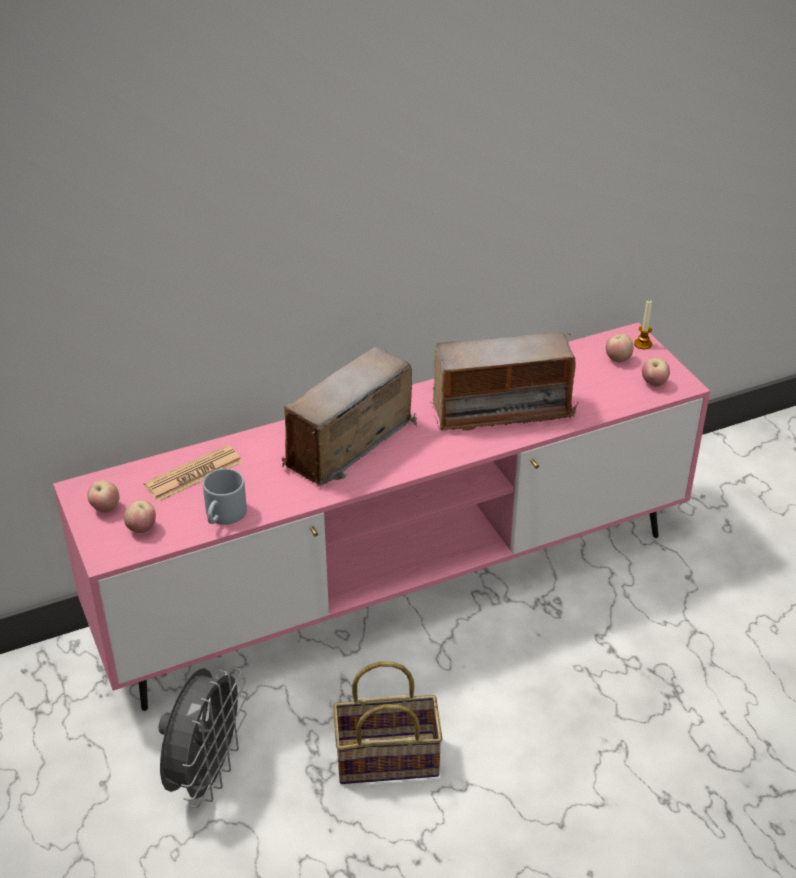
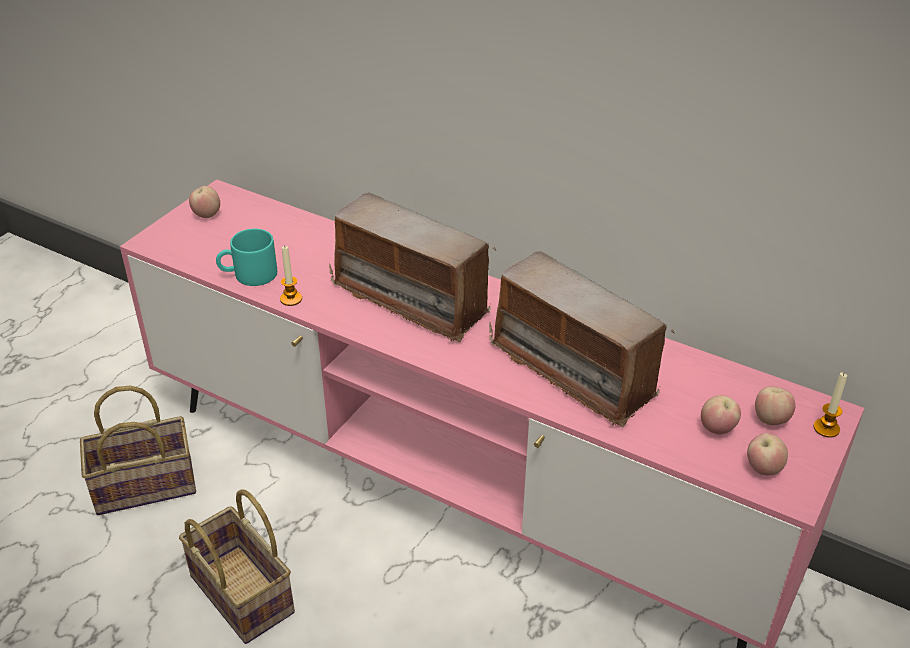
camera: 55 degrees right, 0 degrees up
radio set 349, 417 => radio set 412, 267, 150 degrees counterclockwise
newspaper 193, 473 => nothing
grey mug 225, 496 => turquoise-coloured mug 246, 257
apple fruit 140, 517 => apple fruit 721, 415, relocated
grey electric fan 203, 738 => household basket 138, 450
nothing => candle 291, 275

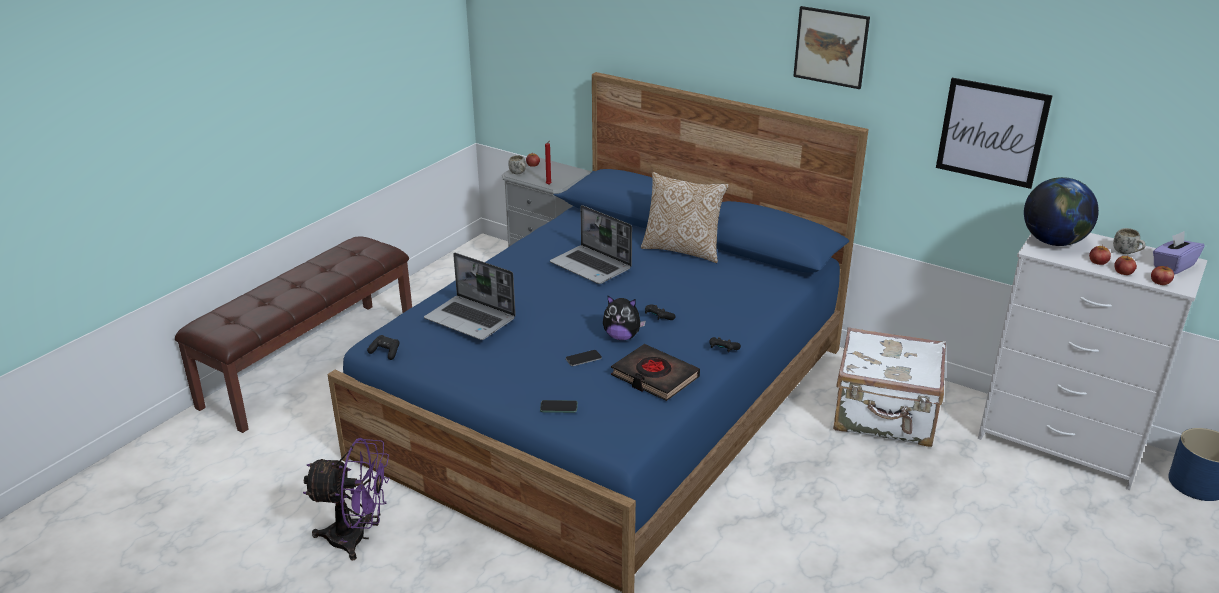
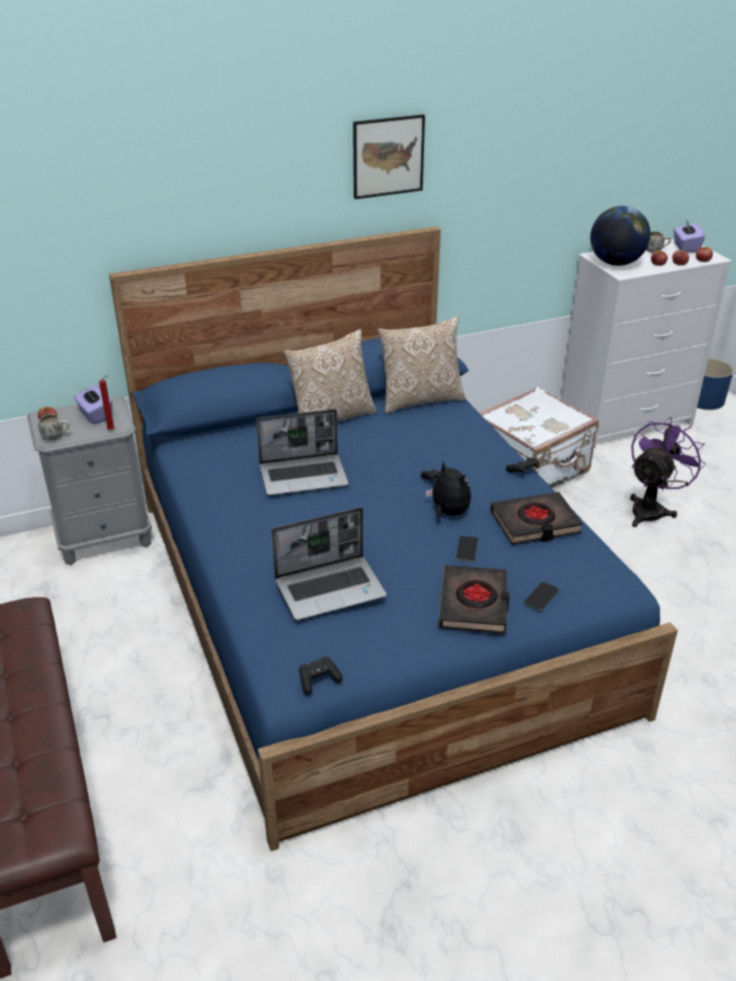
camera: 55 degrees left, 5 degrees up
picture 994, 133 => nothing
soft toy 624, 318 => soft toy 448, 489, 90 degrees counterclockwise
purple electric fan 346, 499 => purple electric fan 668, 472, relocated
nothing => cushion 422, 365
nothing => purple box of tissues 93, 404
nothing => black bound book 473, 599

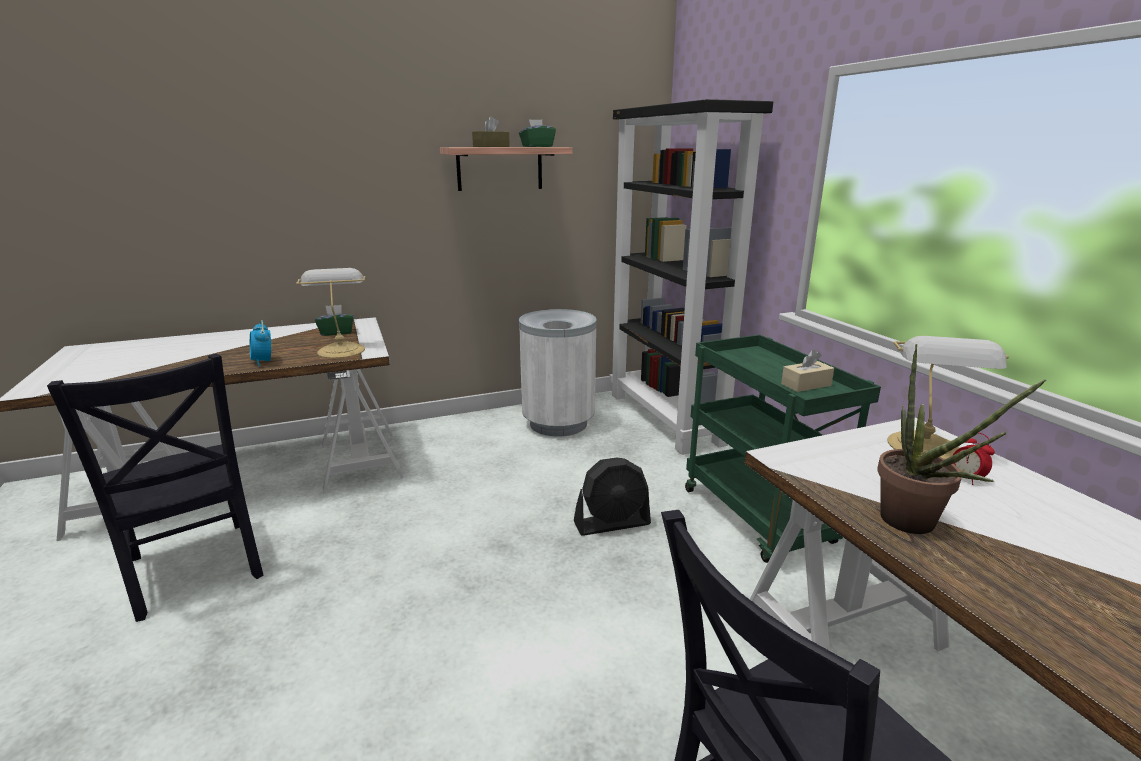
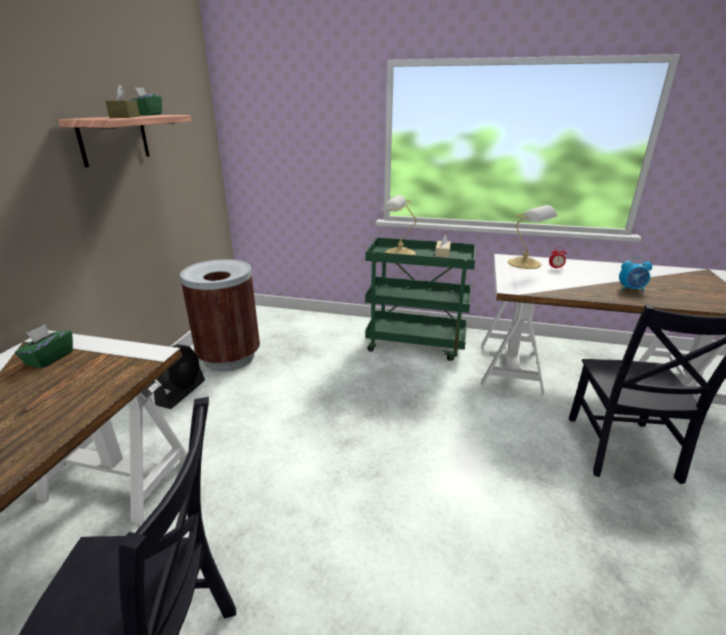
camera: 55 degrees left, 5 degrees up
black bookshelf 691, 277 => nothing
lamp for a table 331, 313 => lamp for a table 398, 225, relocated
white-coloured rubbish bin 558, 373 => brownish rubbish bin 220, 315
table clock 260, 343 => table clock 635, 273, relocated
potted plant 961, 439 => nothing
black electric fan 612, 497 => black electric fan 179, 376, relocated

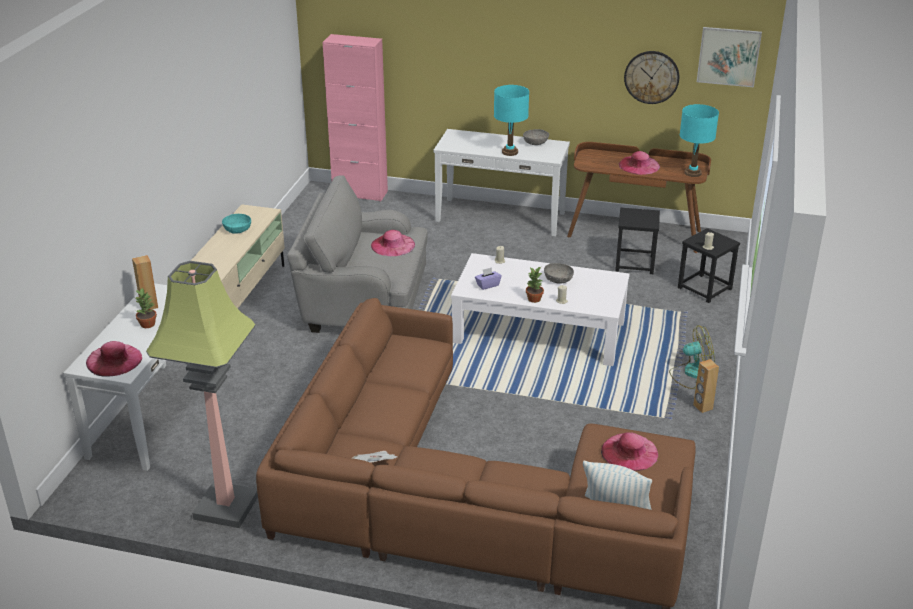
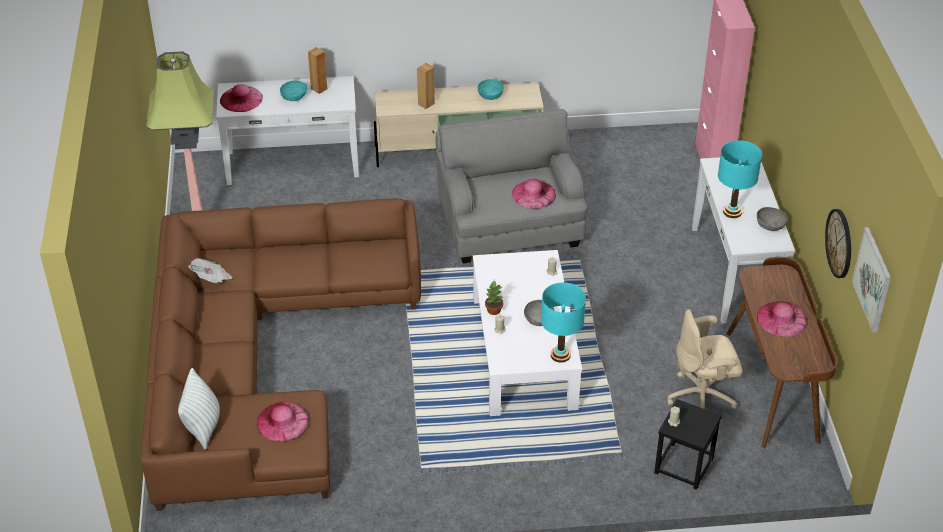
camera: 70 degrees right, 10 degrees up
turquoise-coloured lamp for a table 699, 140 => turquoise-coloured lamp for a table 563, 323, relocated
black sitting stool 637, 241 => beige-coloured office chair 705, 359
purple box of tissues 488, 278 => nothing
potted plant 146, 308 => turquoise-coloured bowl 294, 90
electric fan 692, 357 => nothing
brownish speaker 706, 386 => brownish speaker 426, 86, relocated

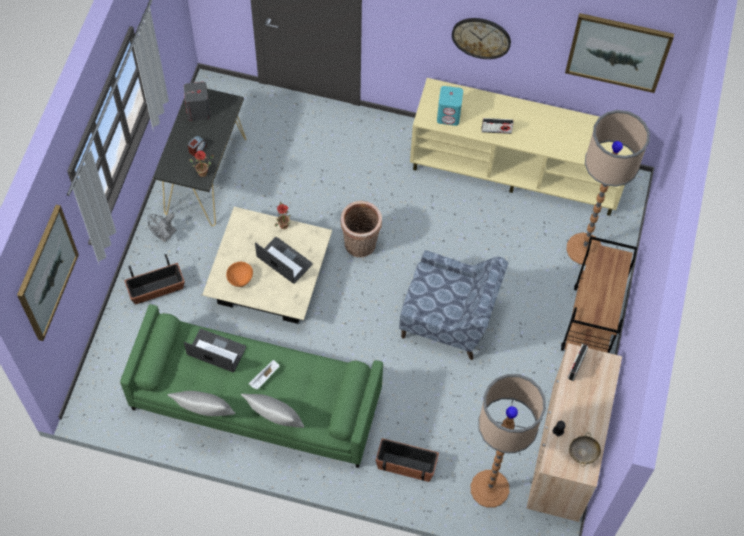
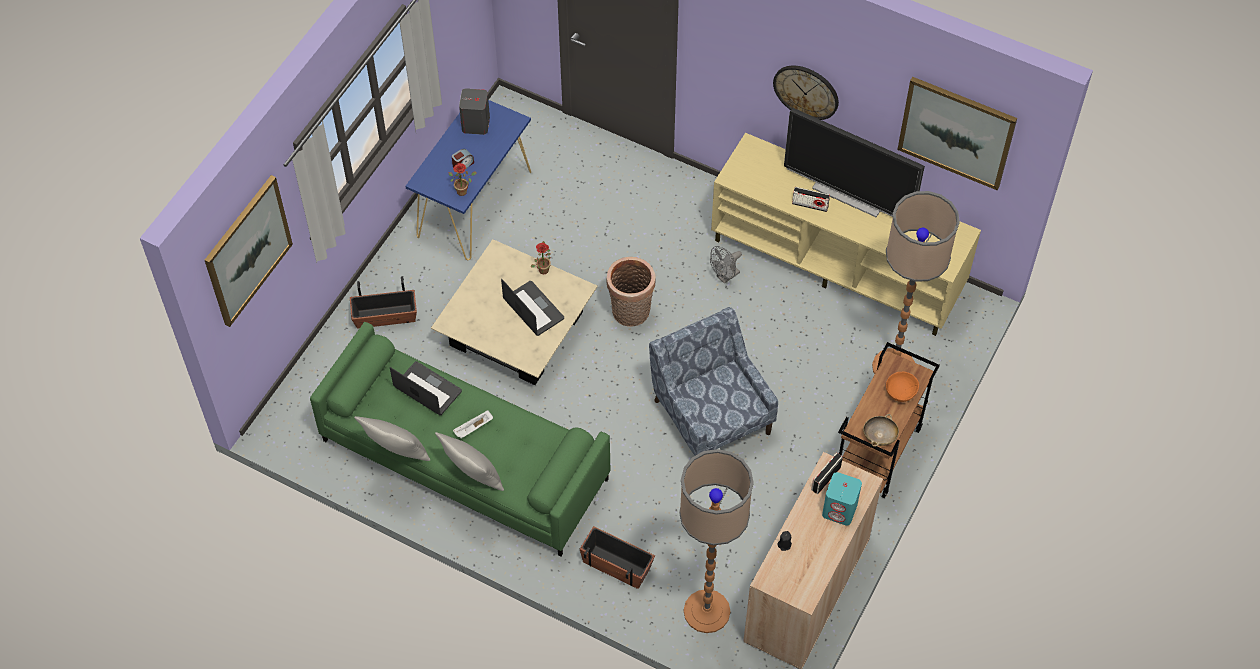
camera: 15 degrees right, 5 degrees down
turquoise-coloured speaker 450, 106 => turquoise-coloured speaker 842, 499, relocated
black narrow table 199, 158 => bluish narrow table 468, 180
grey electric fan 162, 227 => grey electric fan 726, 265, relocated
bluish lounge chair 453, 305 => bluish lounge chair 713, 381, 150 degrees counterclockwise
orangey bowl 239, 274 => orangey bowl 902, 387, relocated
beige-coloured bowl 585, 449 => beige-coloured bowl 881, 430, relocated
nothing => TV 854, 162

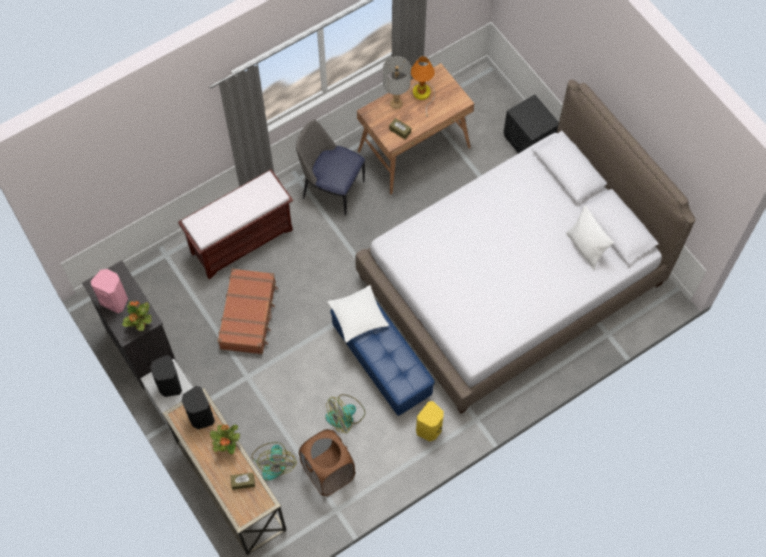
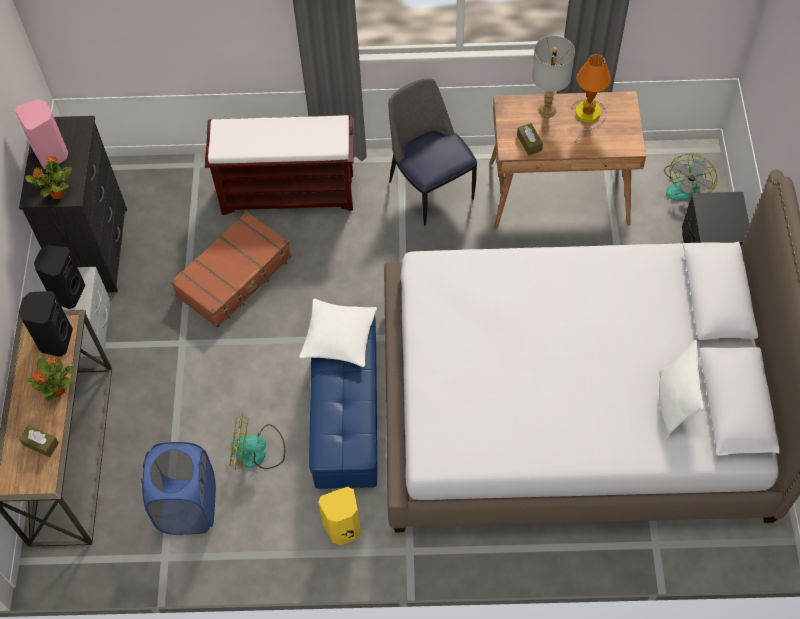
camera: 35 degrees right, 5 degrees down
brownish hamper 327, 462 => bluish hamper 178, 488
electric fan 274, 461 => electric fan 690, 177, relocated

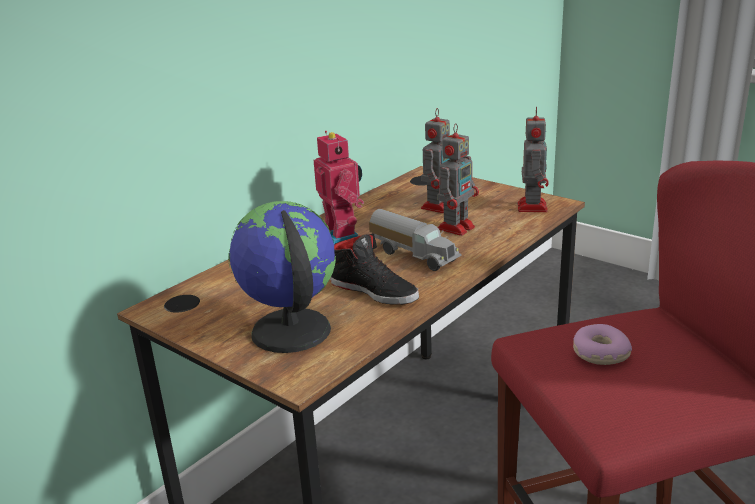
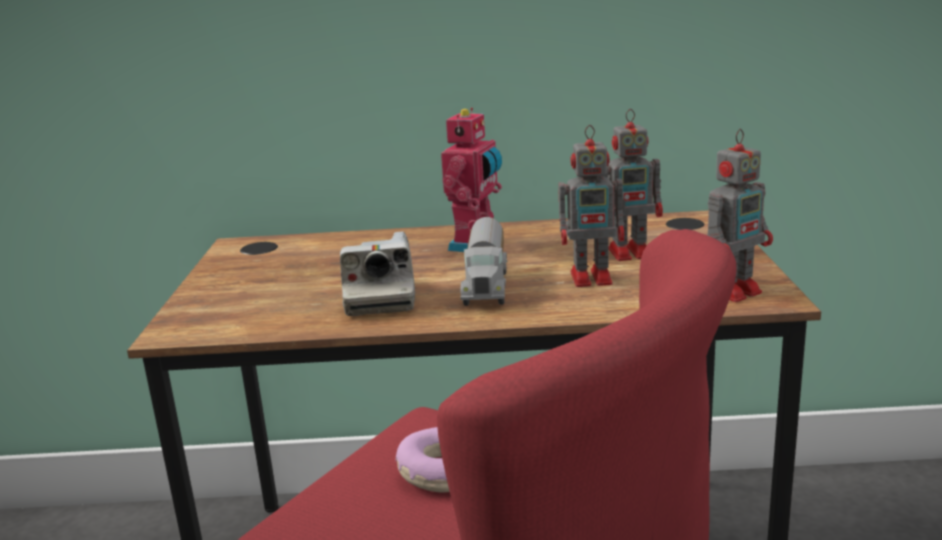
camera: 50 degrees right, 5 degrees down
world globe 282, 277 => nothing
black shoe 374, 269 => photo camera 377, 273

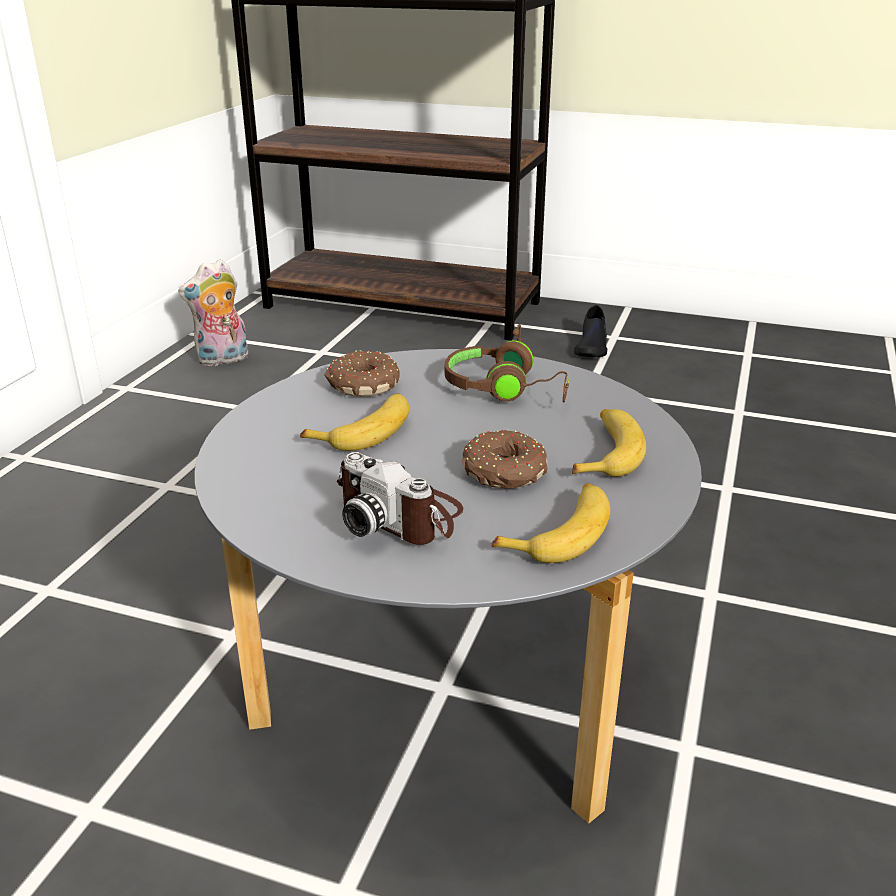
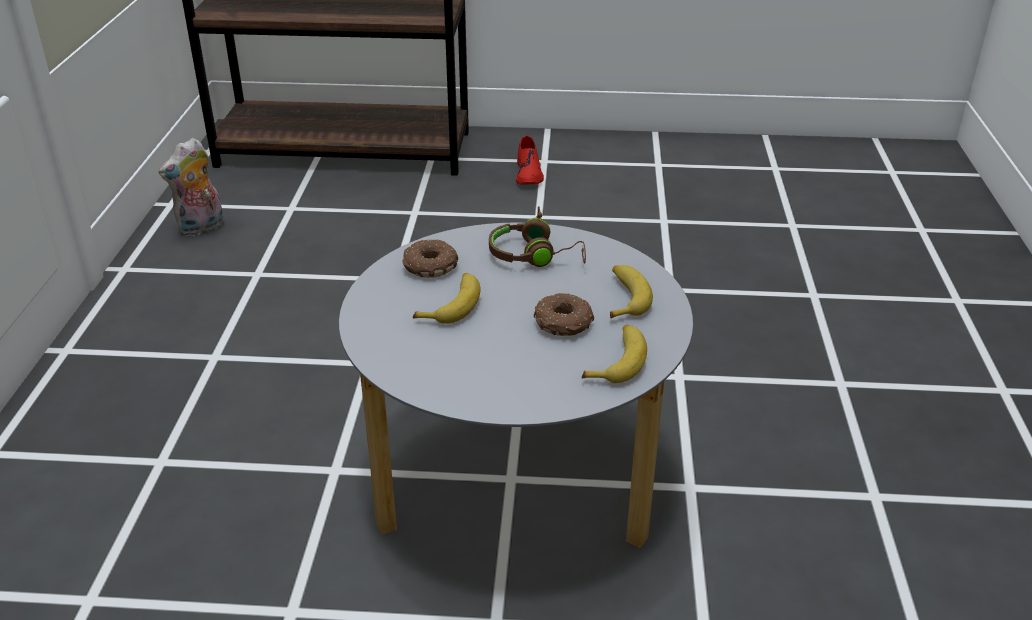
camera: 15 degrees left, 5 degrees up
black shoe 590, 331 => red-coloured shoe 530, 159
photo camera 400, 498 => nothing

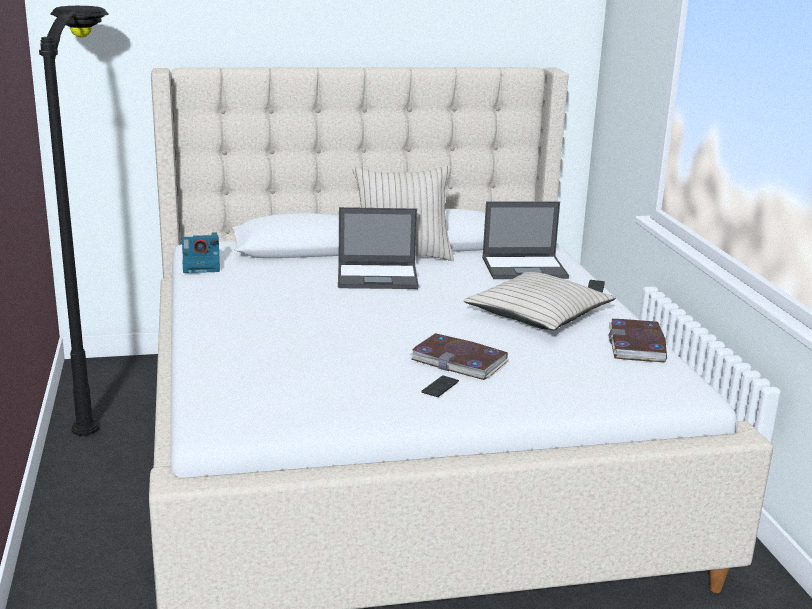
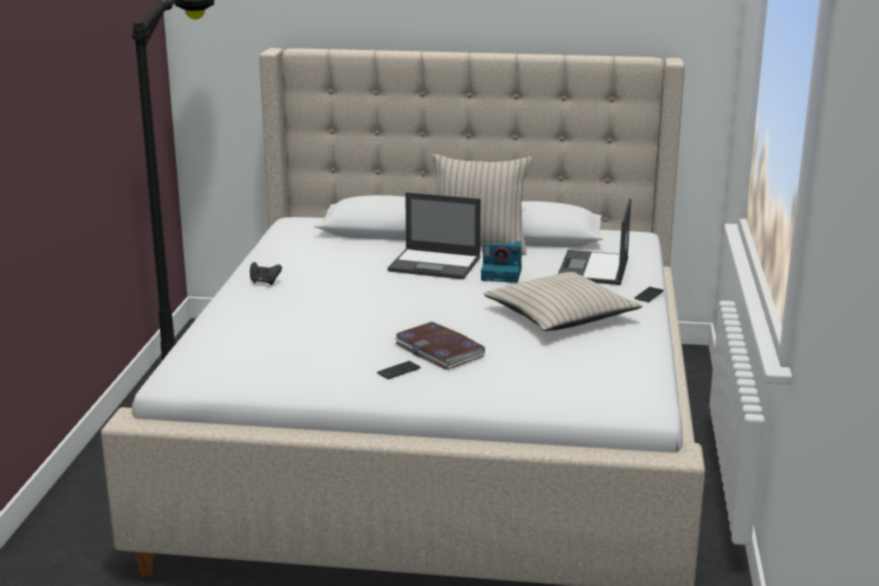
camera: 20 degrees right, 0 degrees up
portable computer 525, 240 => portable computer 594, 241, 90 degrees clockwise
photo camera 201, 252 => photo camera 501, 262, relocated
bound book 638, 340 => nothing
nothing => black gamepad 266, 273

